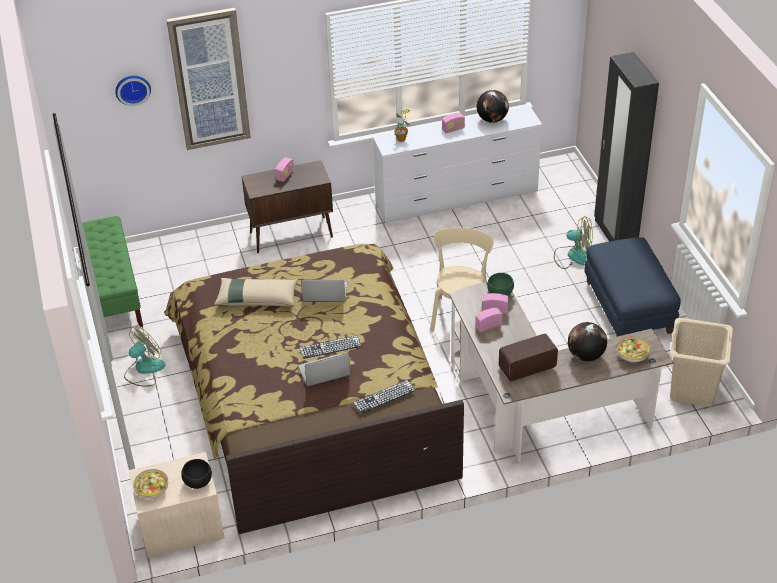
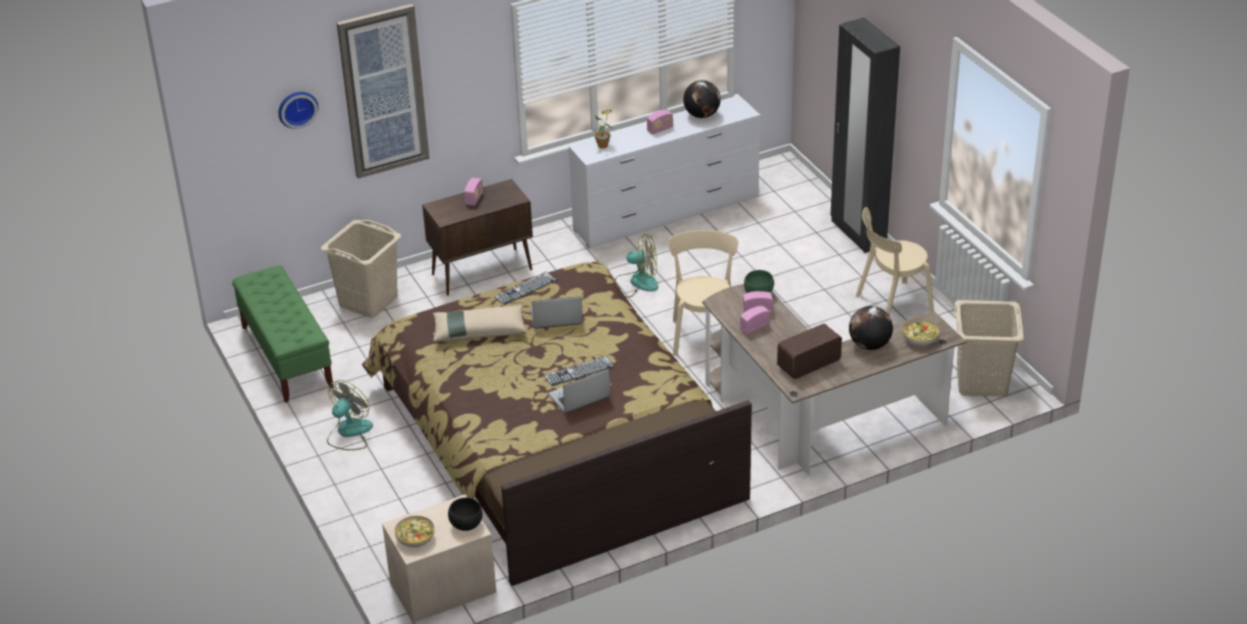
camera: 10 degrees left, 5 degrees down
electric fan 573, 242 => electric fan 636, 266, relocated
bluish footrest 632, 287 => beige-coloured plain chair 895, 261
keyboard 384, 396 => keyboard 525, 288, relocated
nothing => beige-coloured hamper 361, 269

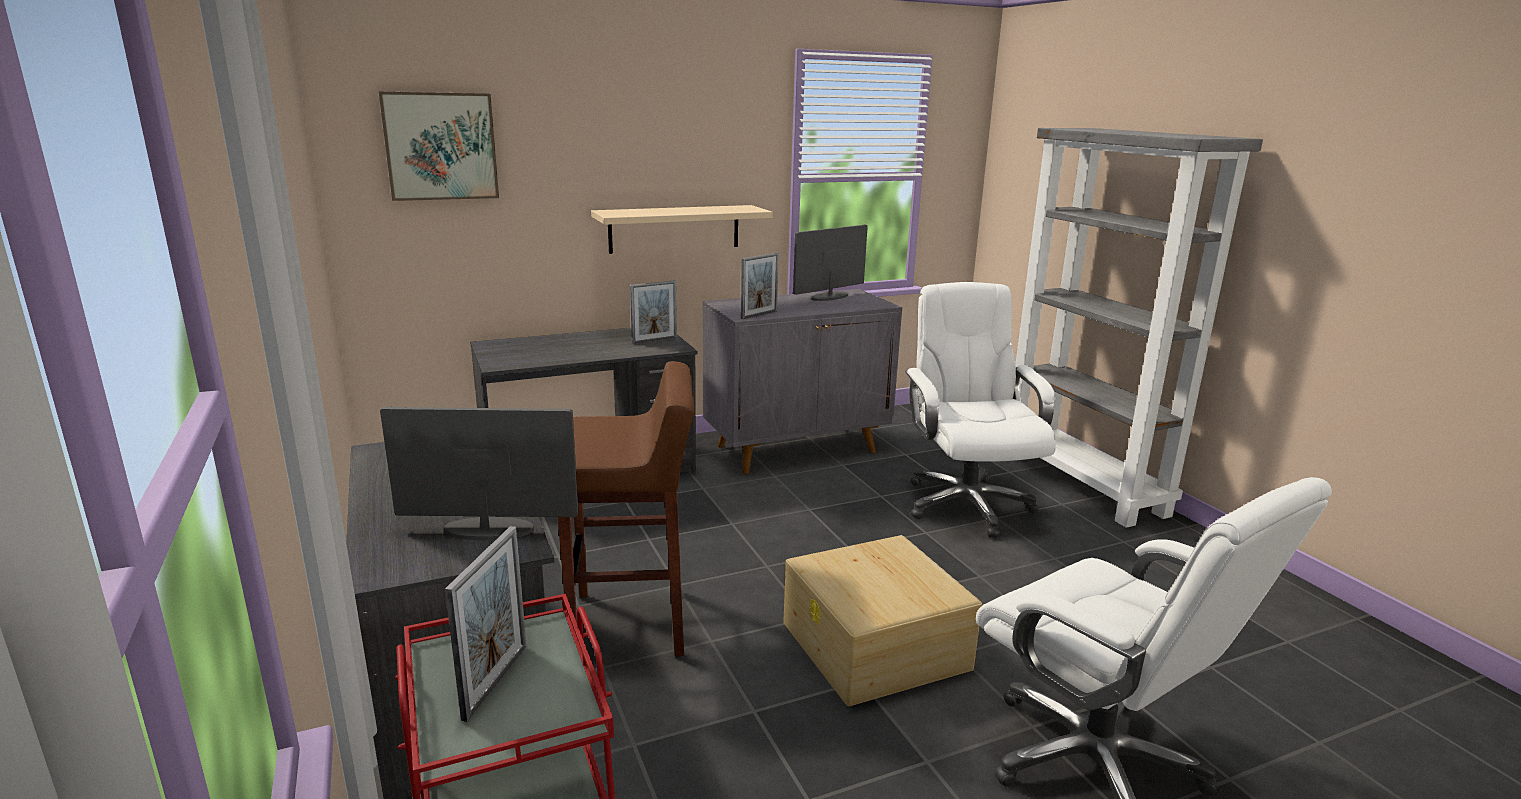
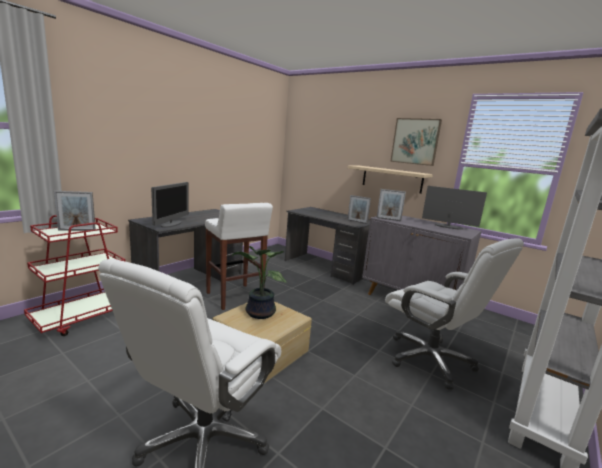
camera: 60 degrees right, 5 degrees down
picture 438, 146 => picture 416, 142, relocated
white-coloured office chair 980, 410 => white-coloured office chair 454, 314, 90 degrees clockwise
brownish sitting stool 626, 509 => white-coloured sitting stool 239, 256
computer screen 479, 473 => computer screen 170, 205, 45 degrees clockwise
nothing => potted plant 259, 282

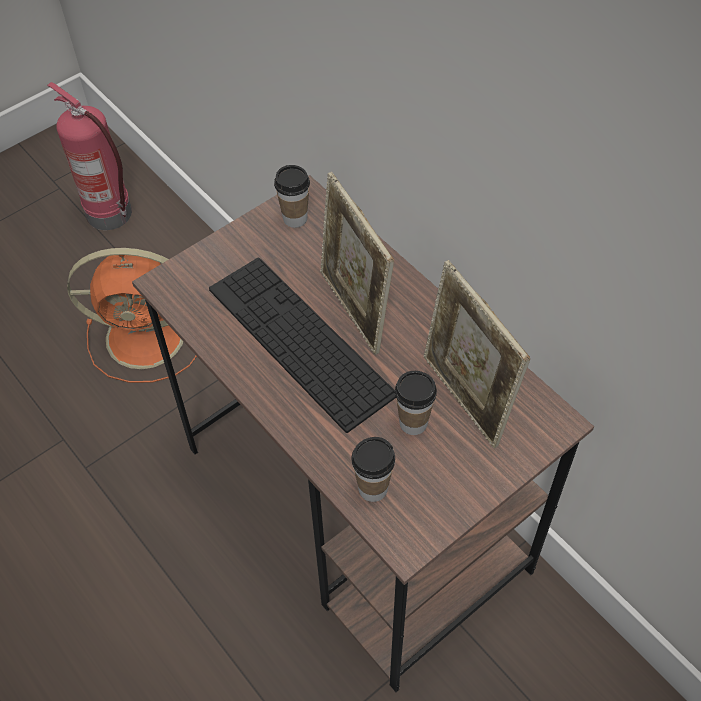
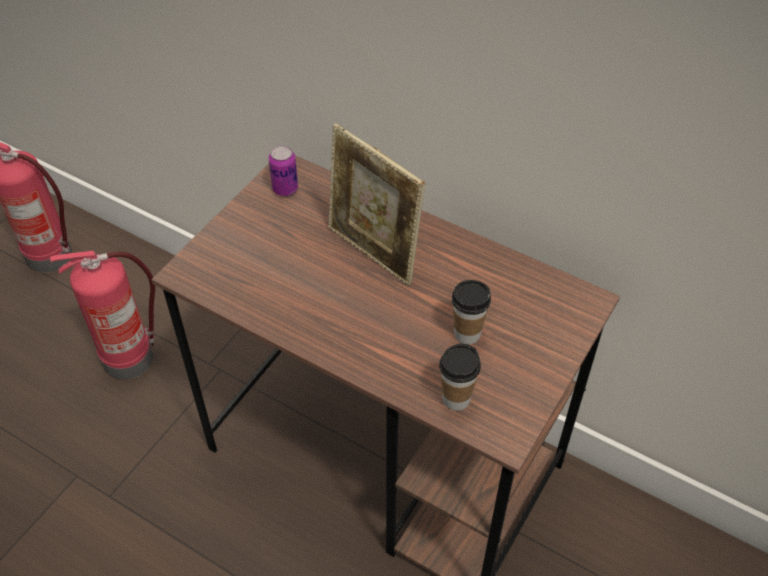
camera: 20 degrees left, 5 degrees down
small cup 292, 196 => metal can 283, 170
orangey electric fan 132, 315 => fire-fighting cylinder 102, 315
keyboard 302, 345 => nothing
picture frame 477, 354 => nothing

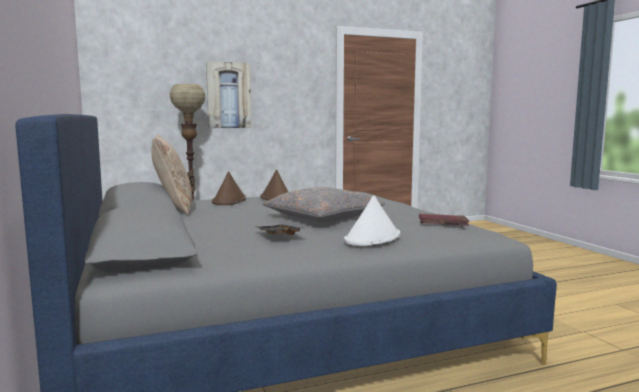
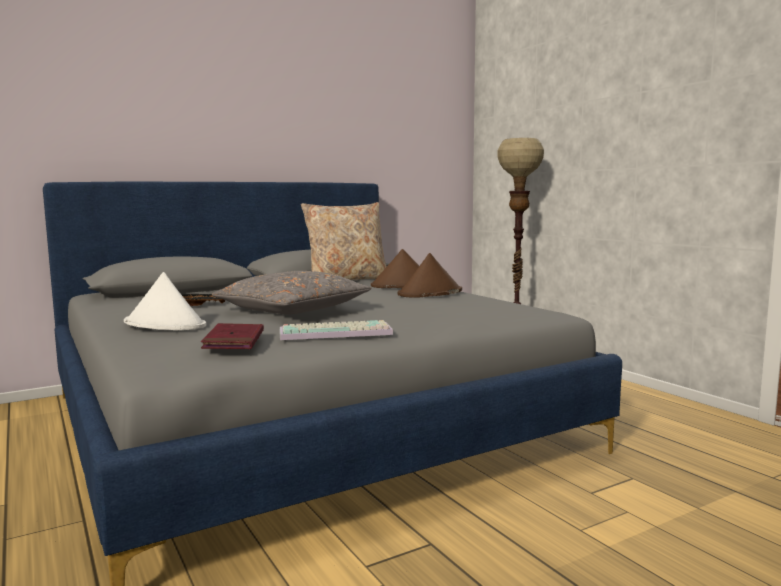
camera: 80 degrees right, 0 degrees up
picture 228, 94 => nothing
nothing => keyboard 336, 330

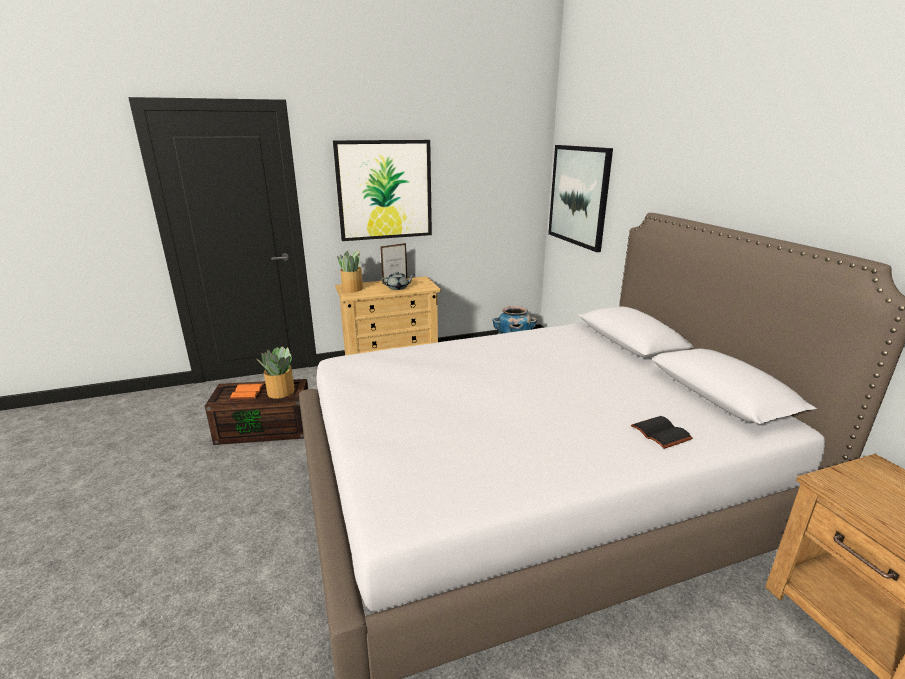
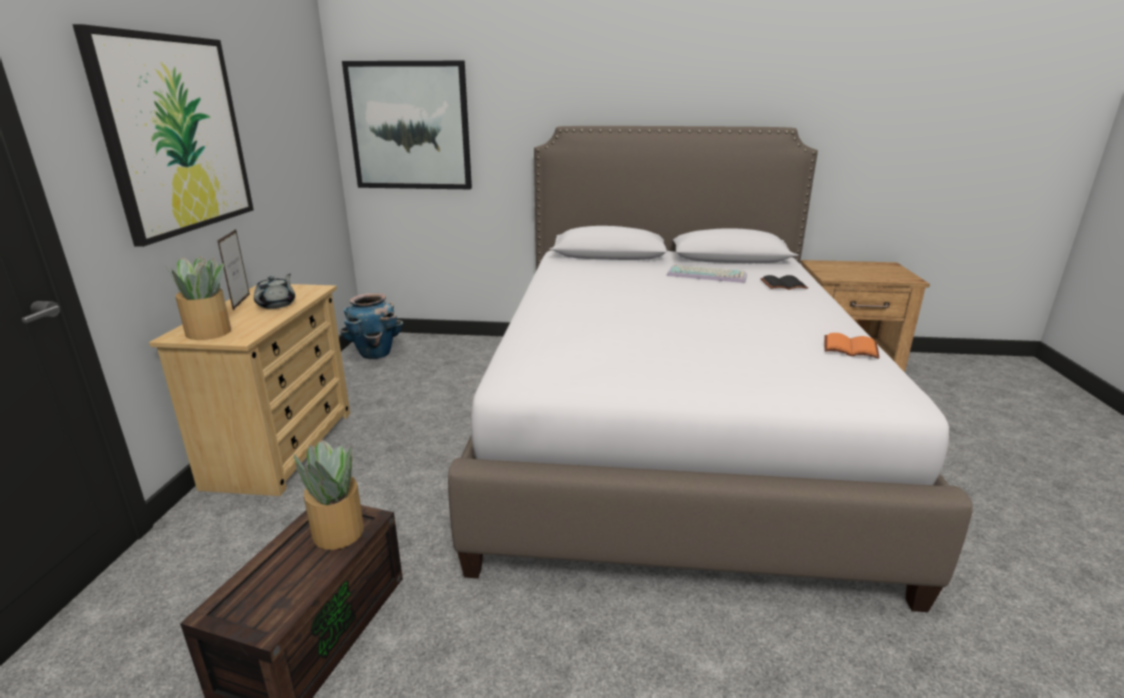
camera: 65 degrees left, 0 degrees up
orangey bound book 246, 392 => orangey bound book 851, 346, relocated
nothing => keyboard 707, 274

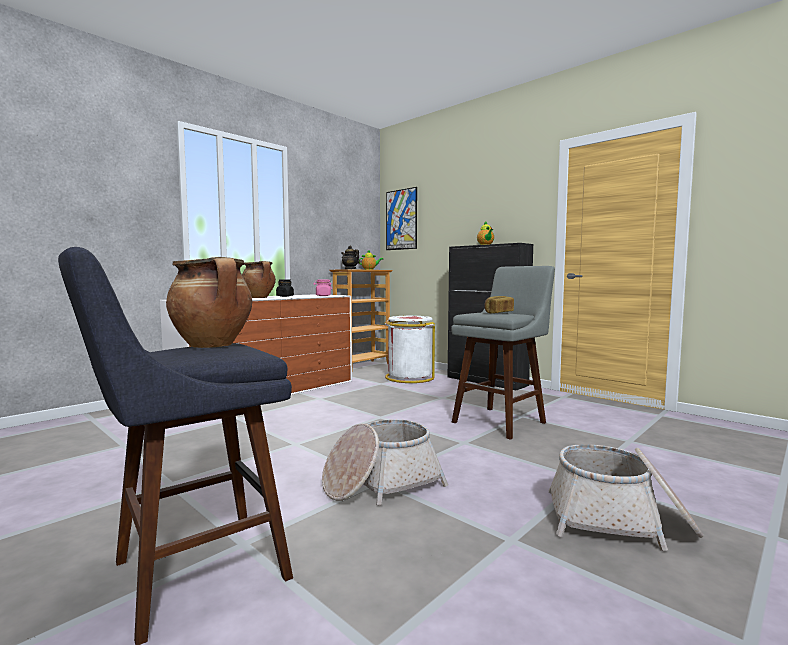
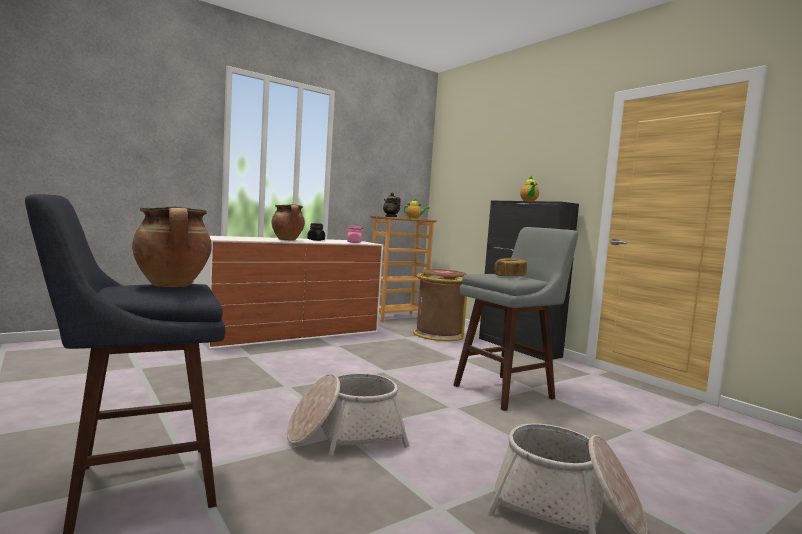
camera: 10 degrees right, 0 degrees up
picture 401, 218 => nothing
white-coloured rubbish bin 409, 349 => brownish rubbish bin 440, 305

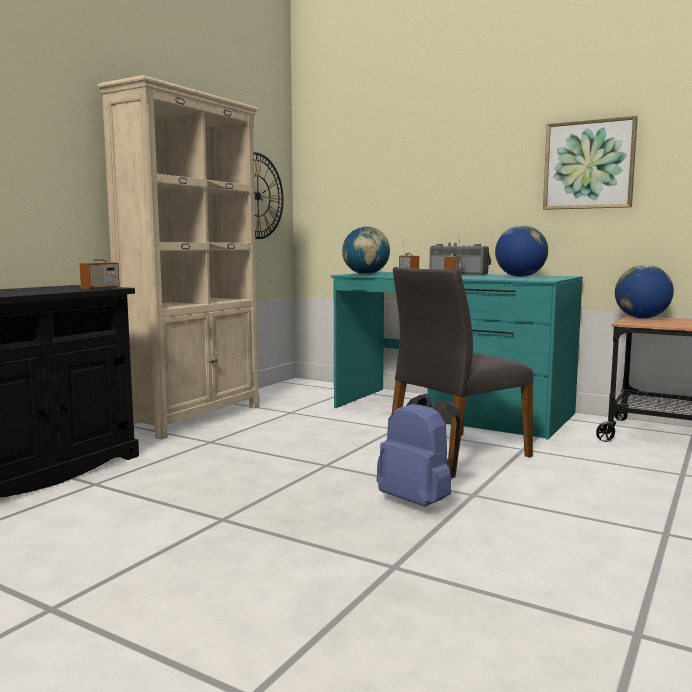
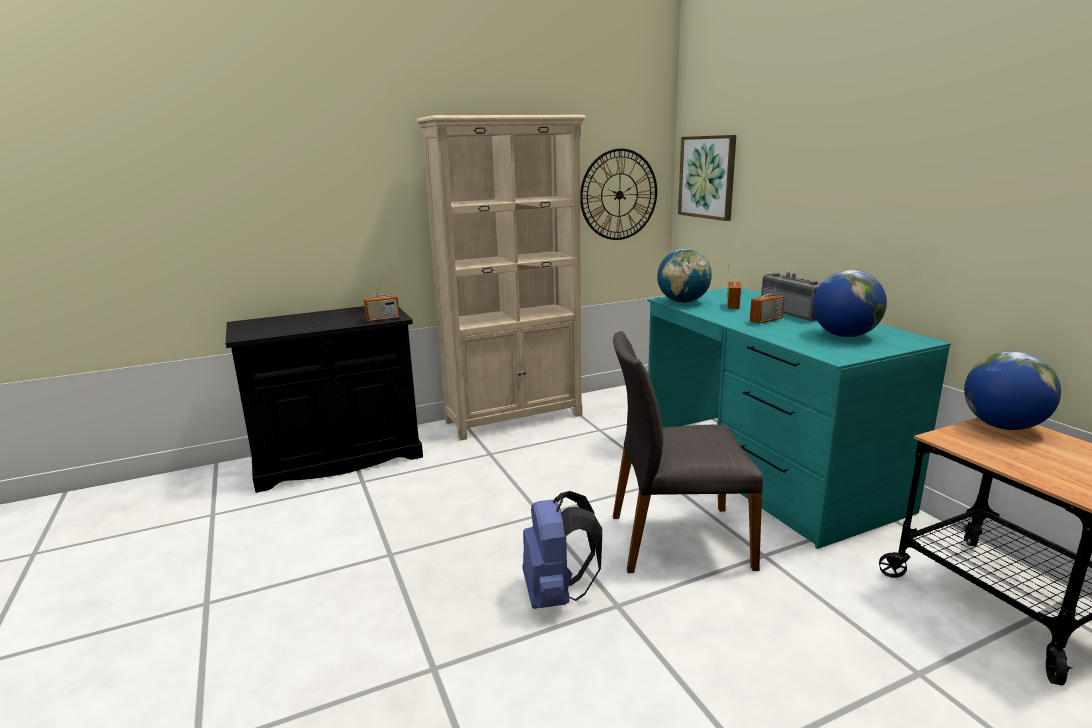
camera: 35 degrees right, 10 degrees up
picture 590, 163 => picture 707, 178, relocated

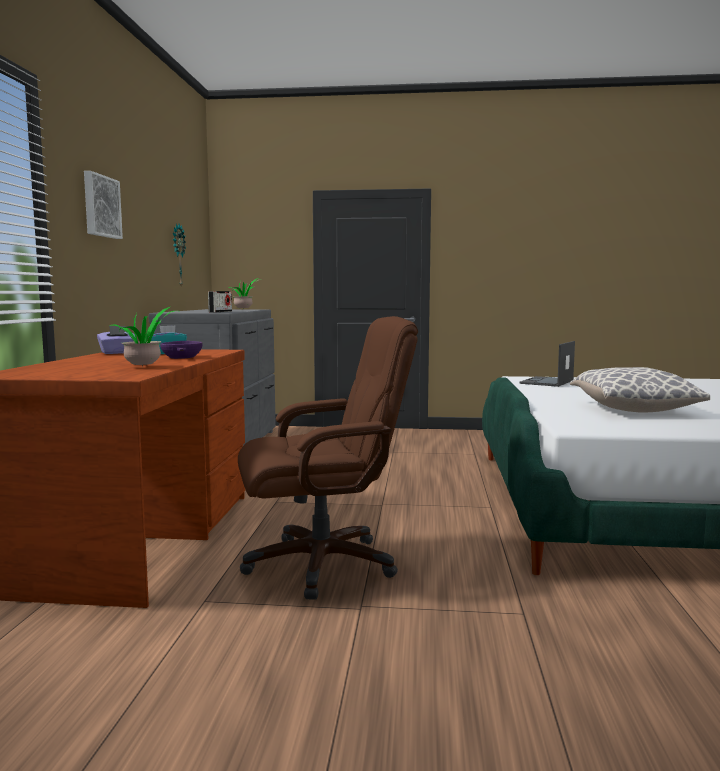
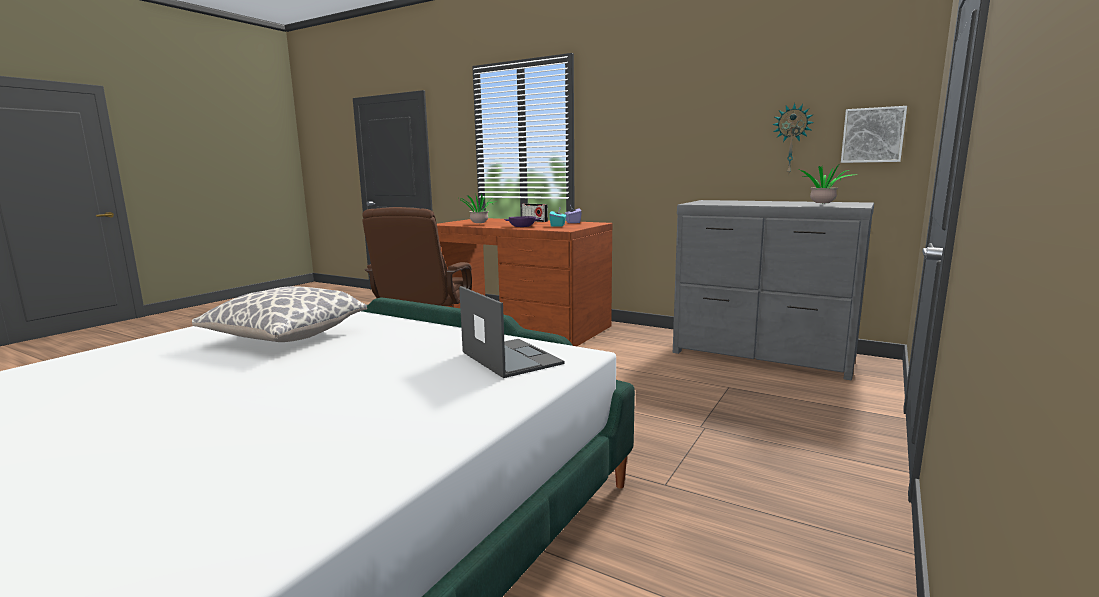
camera: 115 degrees right, 5 degrees up
picture 103, 205 => picture 874, 134, relocated
radio set 220, 302 => radio set 535, 212, relocated

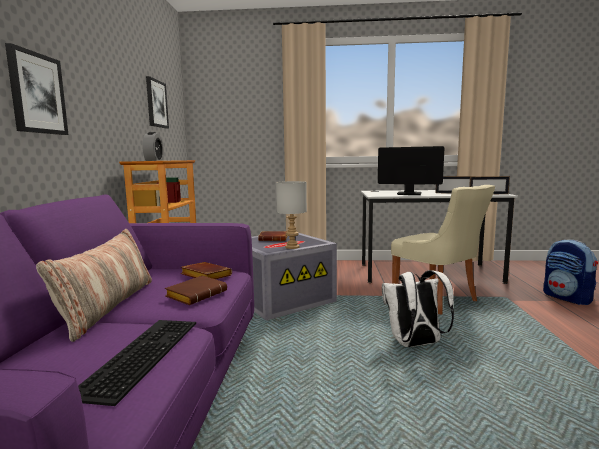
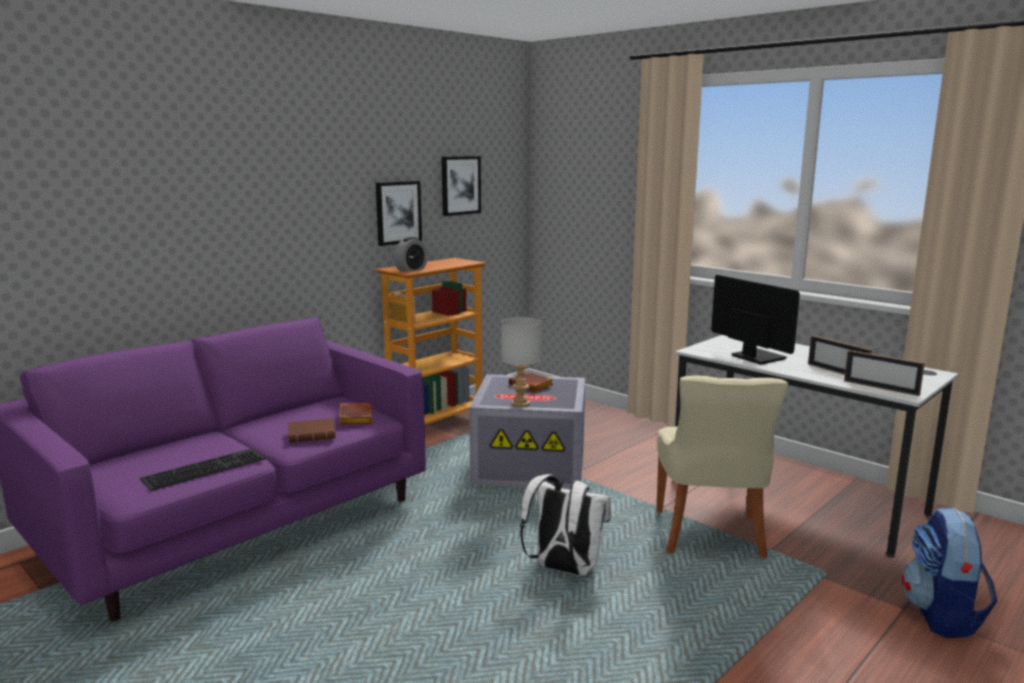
camera: 40 degrees right, 5 degrees up
picture 37, 89 => picture 399, 213, relocated
cushion 94, 285 => nothing

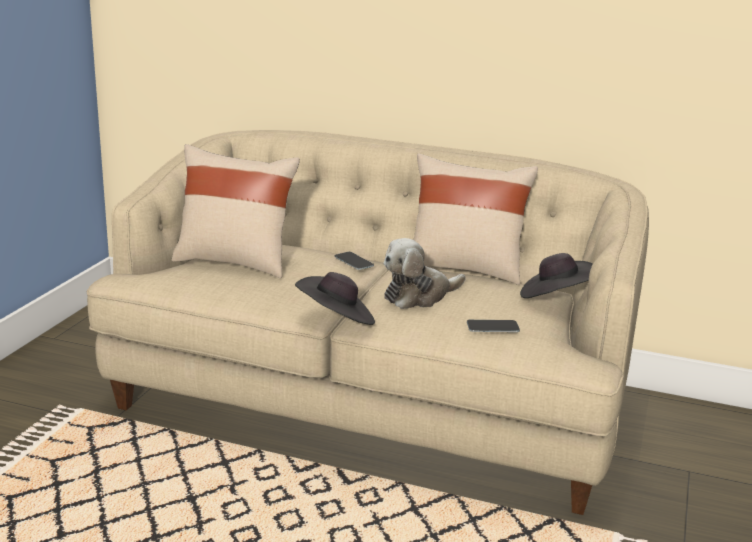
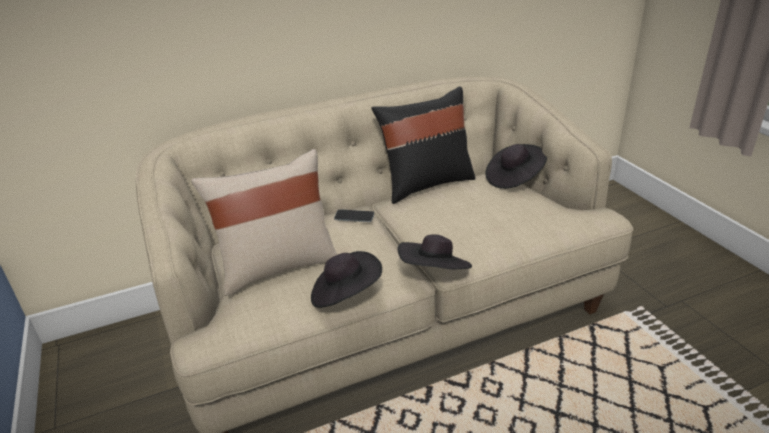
camera: 40 degrees left, 10 degrees up
beige-coloured cushion 476, 219 => black cushion 424, 145
soft toy 424, 273 => nothing
handset 493, 326 => nothing
nothing => black hat 346, 279

